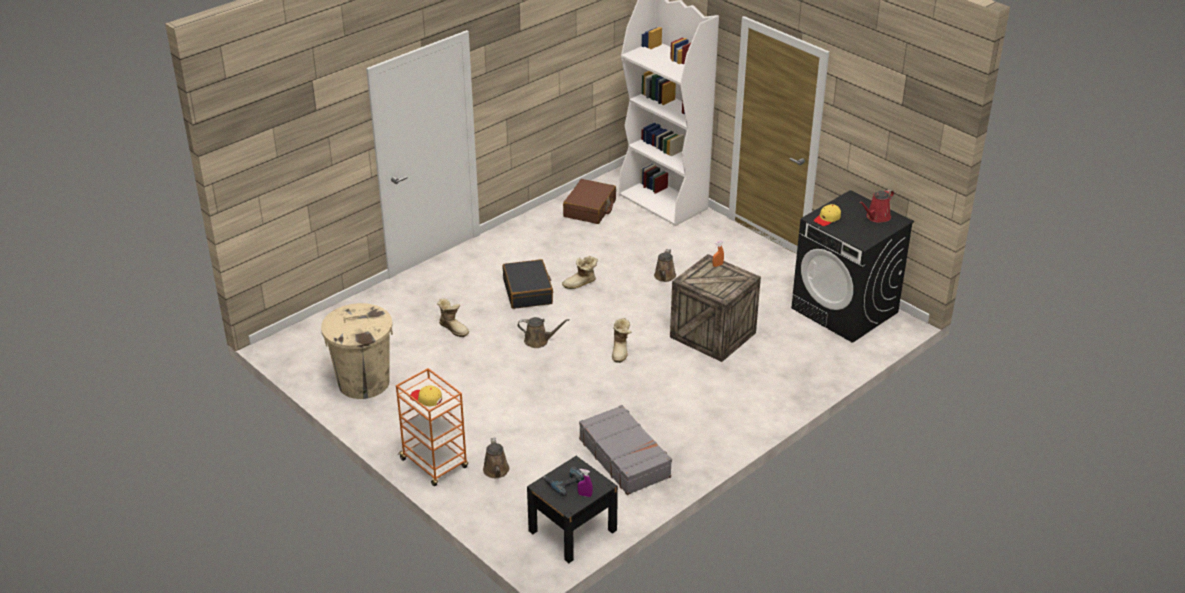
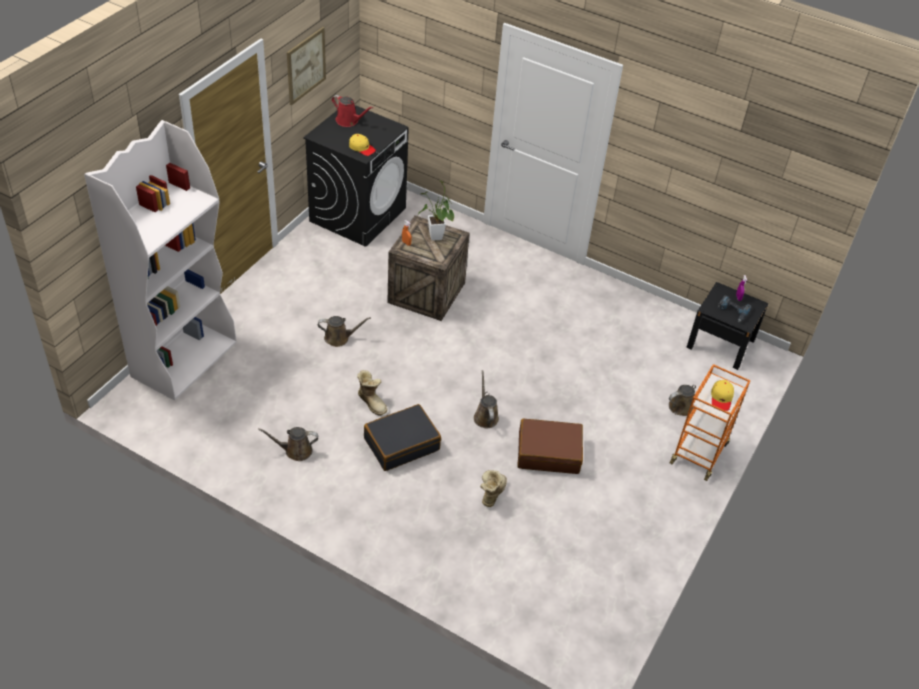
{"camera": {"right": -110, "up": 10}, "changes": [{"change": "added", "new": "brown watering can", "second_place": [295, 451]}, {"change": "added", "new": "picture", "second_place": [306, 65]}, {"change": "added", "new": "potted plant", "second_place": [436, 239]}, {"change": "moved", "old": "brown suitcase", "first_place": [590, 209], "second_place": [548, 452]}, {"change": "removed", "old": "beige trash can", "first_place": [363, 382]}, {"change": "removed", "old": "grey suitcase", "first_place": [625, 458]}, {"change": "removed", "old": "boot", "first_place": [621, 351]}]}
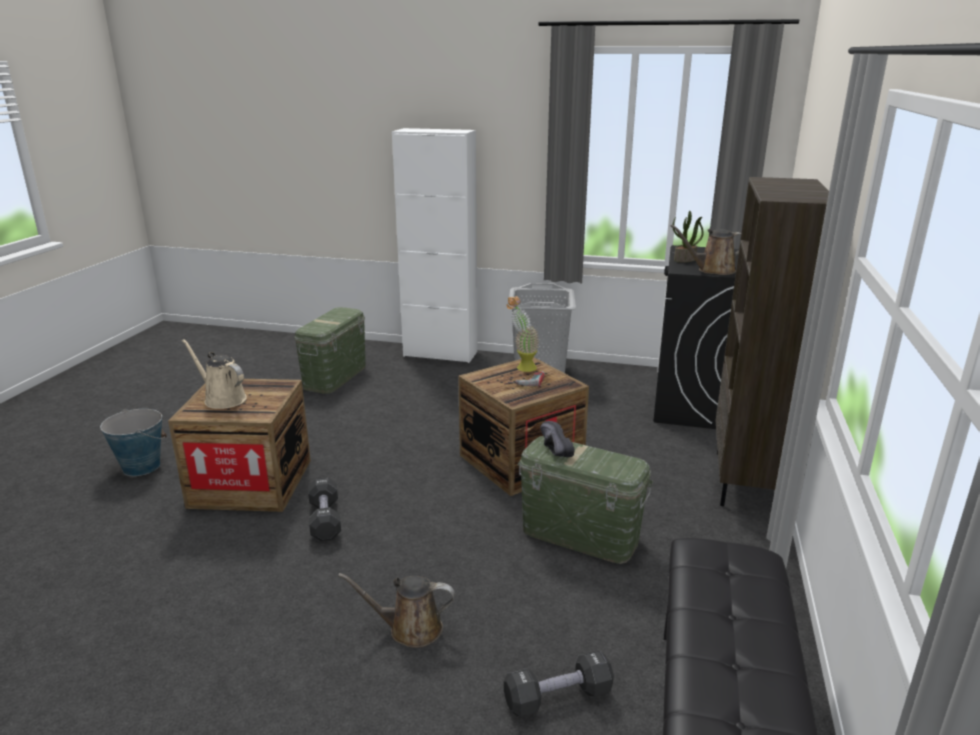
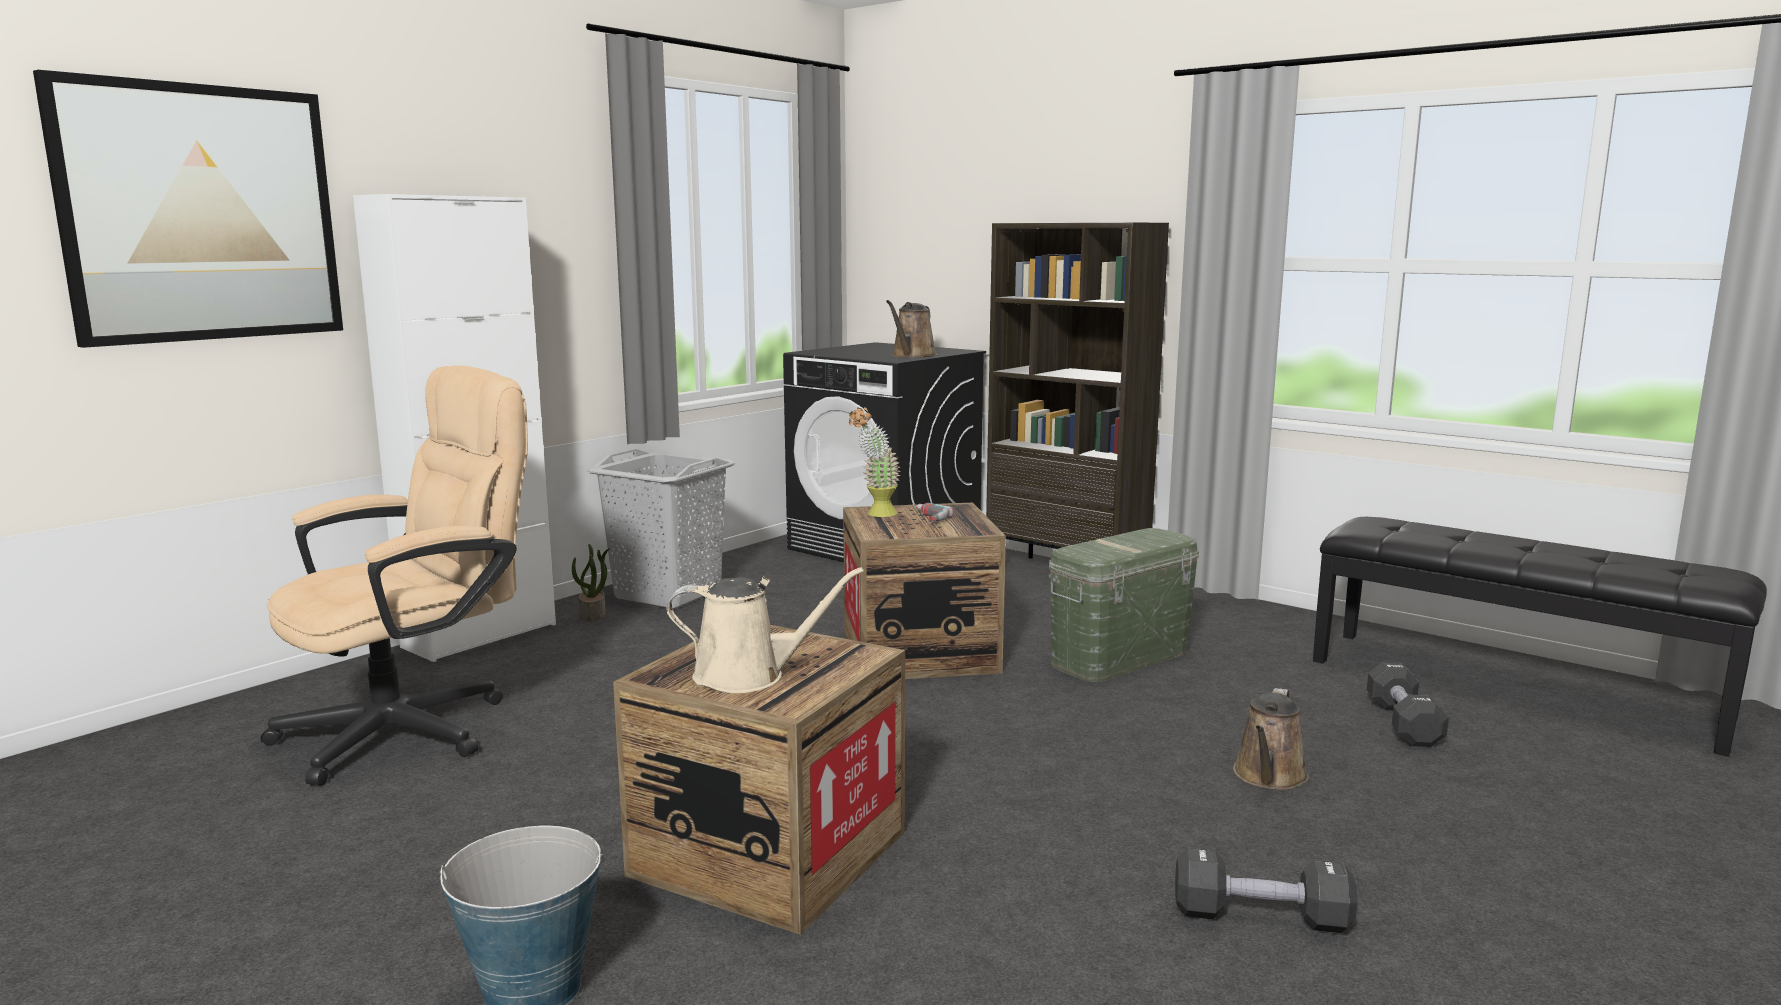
{"camera": {"right": -65, "up": -10}, "changes": [{"change": "added", "new": "picture", "second_place": [201, 214]}, {"change": "replaced", "old": "green storage box", "new": "beige office chair", "first_place": [335, 377], "second_place": [415, 727]}, {"change": "moved", "old": "potted plant", "first_place": [685, 260], "second_place": [593, 615]}, {"change": "turned", "old": "beige watering can", "first_place": [222, 399], "second_place": [748, 676], "degrees": -150}, {"change": "moved", "old": "black dumbbell", "first_place": [325, 520], "second_place": [1261, 917]}, {"change": "removed", "old": "black shoe", "first_place": [551, 448]}]}
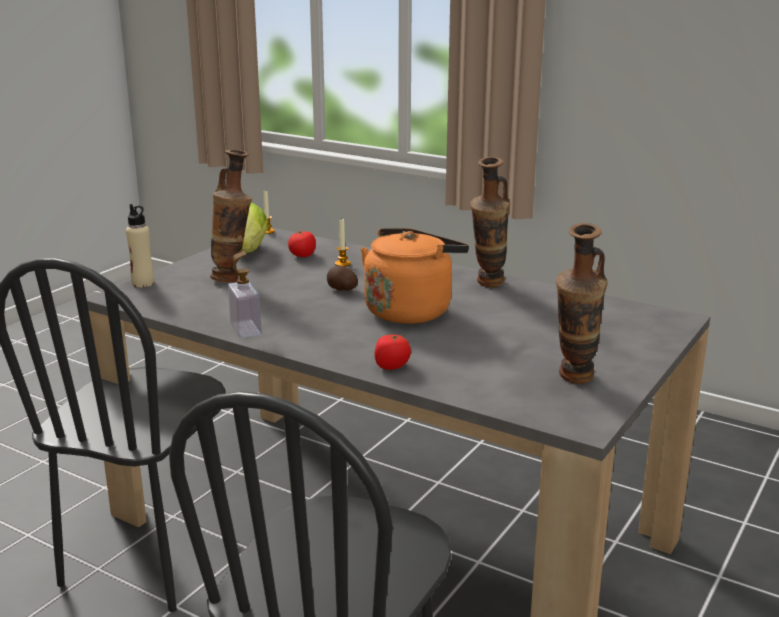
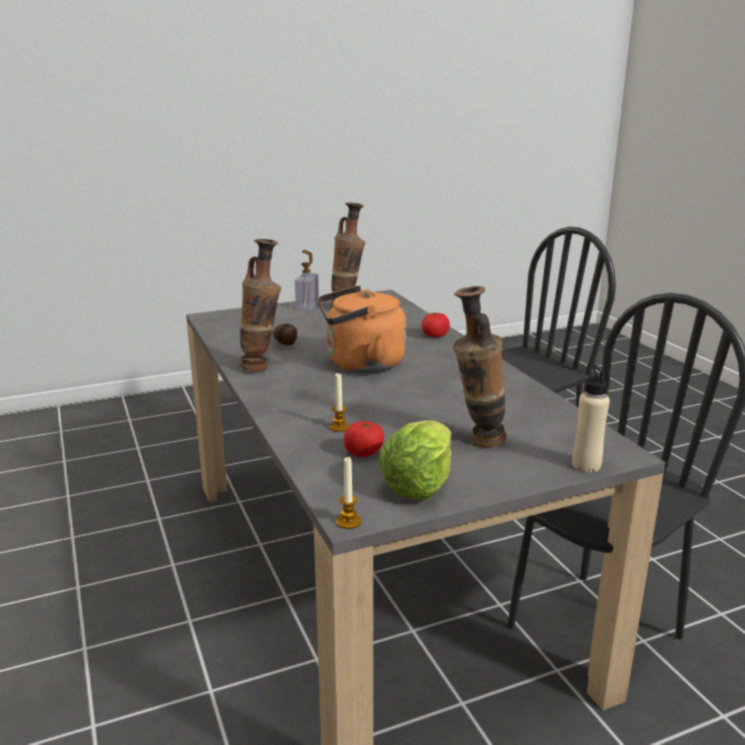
{"camera": {"right": -145, "up": 0}, "changes": [{"change": "moved", "old": "potato", "first_place": [341, 290], "second_place": [286, 344]}, {"change": "moved", "old": "soap dispenser", "first_place": [245, 329], "second_place": [307, 306]}]}
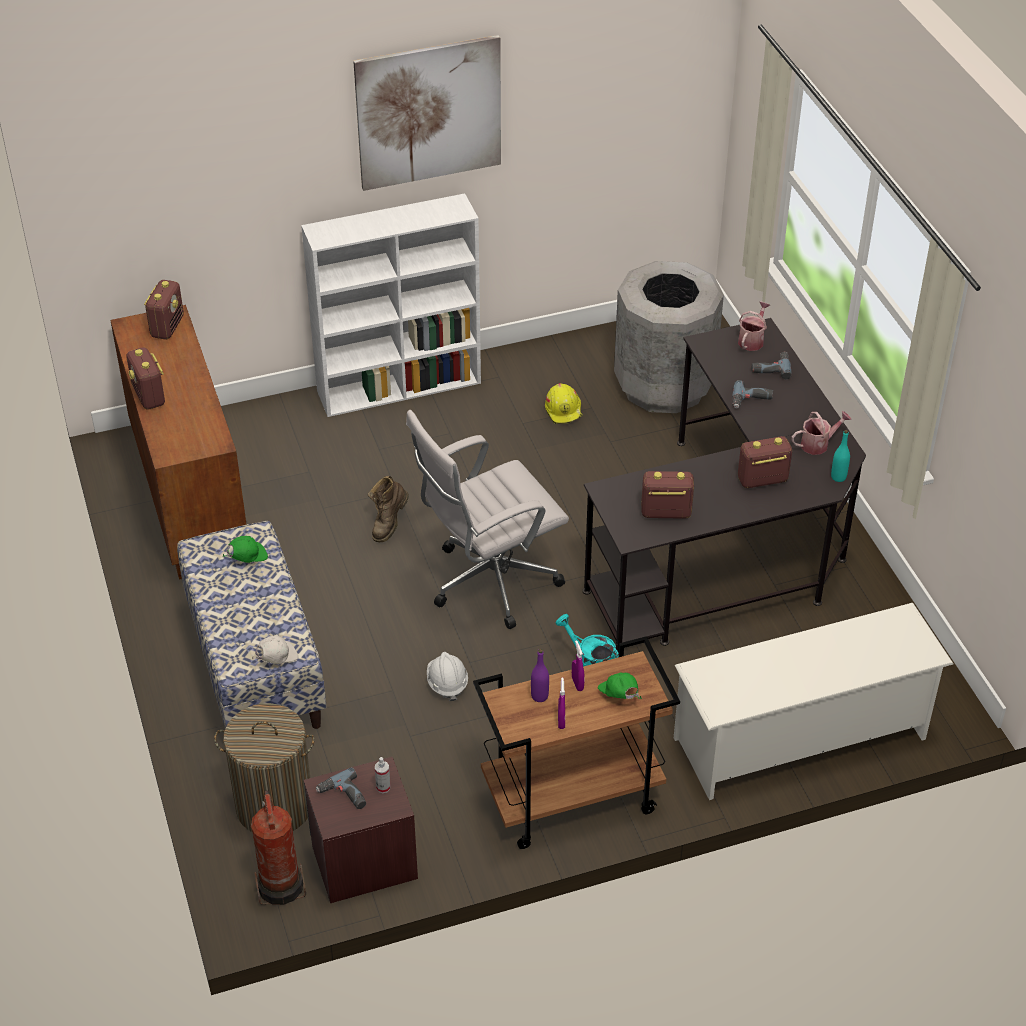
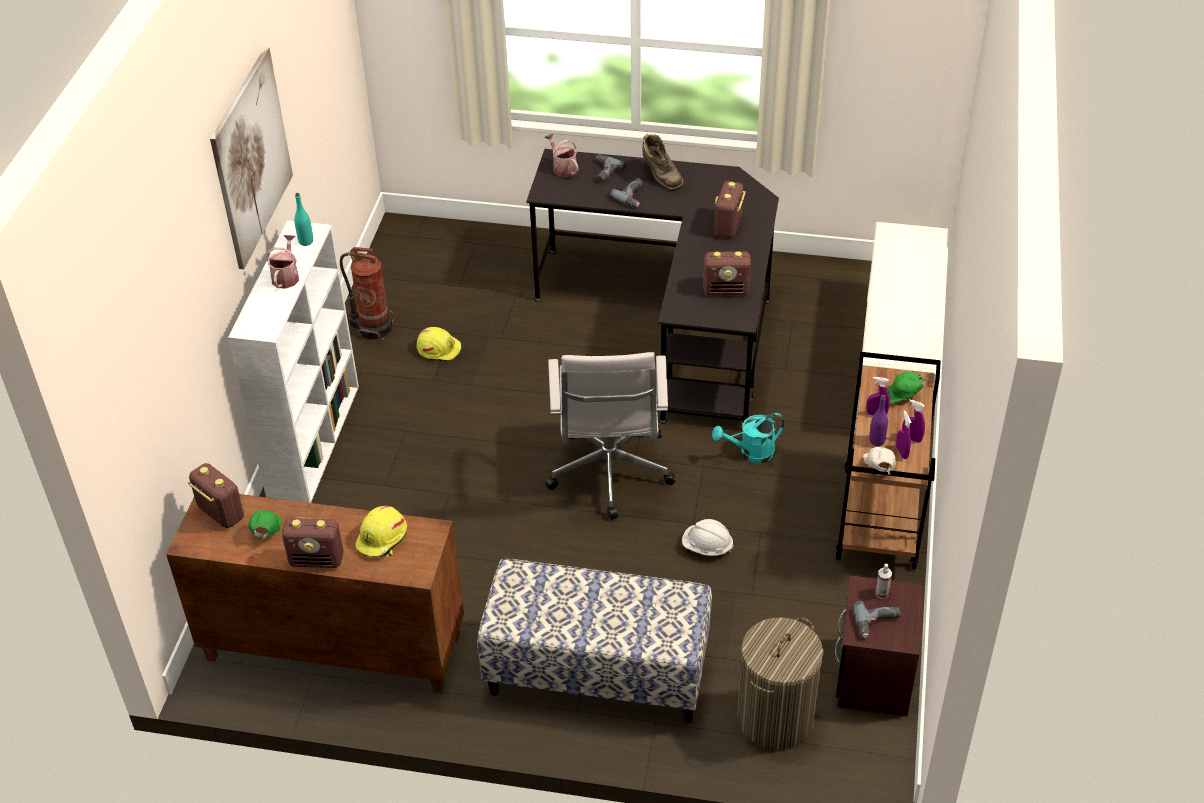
{"camera": {"right": -60, "up": 0}, "changes": [{"change": "moved", "old": "green cap", "first_place": [247, 558], "second_place": [266, 532]}, {"change": "moved", "old": "watering can", "first_place": [818, 444], "second_place": [286, 276]}, {"change": "moved", "old": "turquoise bottle", "first_place": [838, 477], "second_place": [306, 241]}, {"change": "moved", "old": "fire extinguisher", "first_place": [281, 884], "second_place": [373, 328]}, {"change": "added", "new": "yellow hard hat", "second_place": [382, 539]}, {"change": "moved", "old": "brown boot", "first_place": [389, 524], "second_place": [660, 177]}, {"change": "turned", "old": "radio", "first_place": [665, 513], "second_place": [726, 290], "degrees": -120}, {"change": "moved", "old": "white cap", "first_place": [276, 658], "second_place": [878, 468]}, {"change": "added", "new": "purple spray bottle", "second_place": [902, 452]}, {"change": "removed", "old": "grey trash can", "first_place": [664, 386]}]}
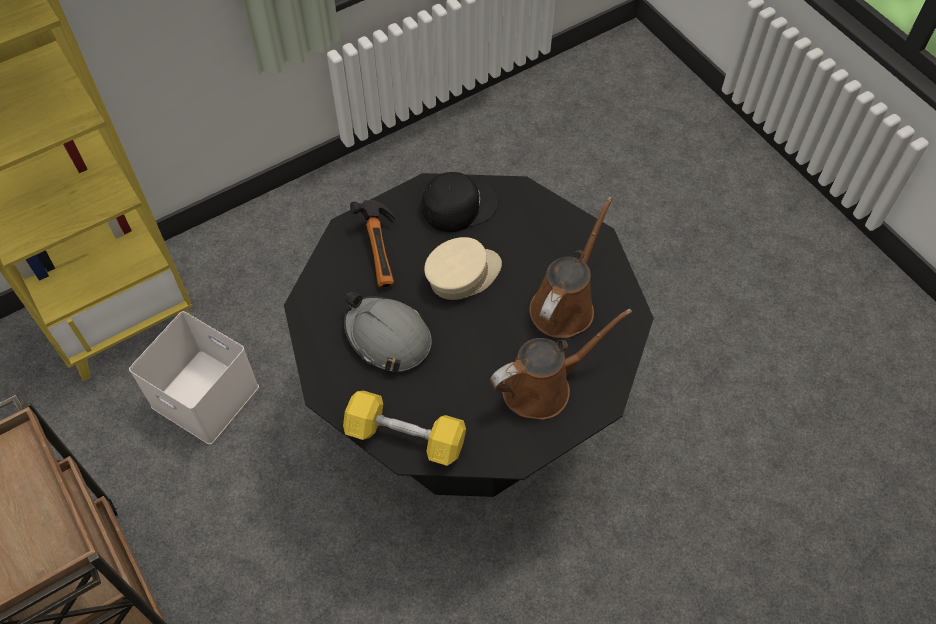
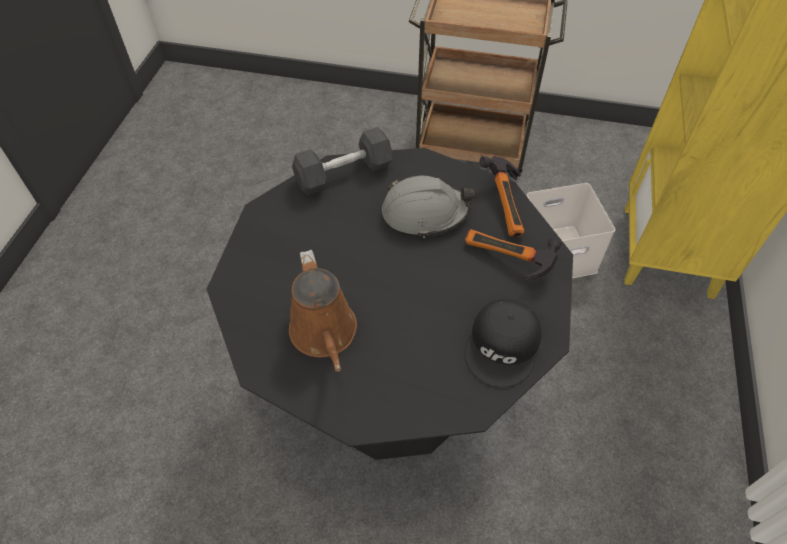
{"camera": {"right": 135, "up": -5}, "changes": [{"change": "recoloured", "old": "yellow dumbbell", "new": "grey dumbbell", "first_place": [405, 436], "second_place": [343, 173]}, {"change": "added", "new": "hammer", "second_place": [508, 205]}, {"change": "removed", "old": "beige cap", "first_place": [462, 275]}, {"change": "removed", "old": "brown watering can", "first_place": [543, 386]}]}
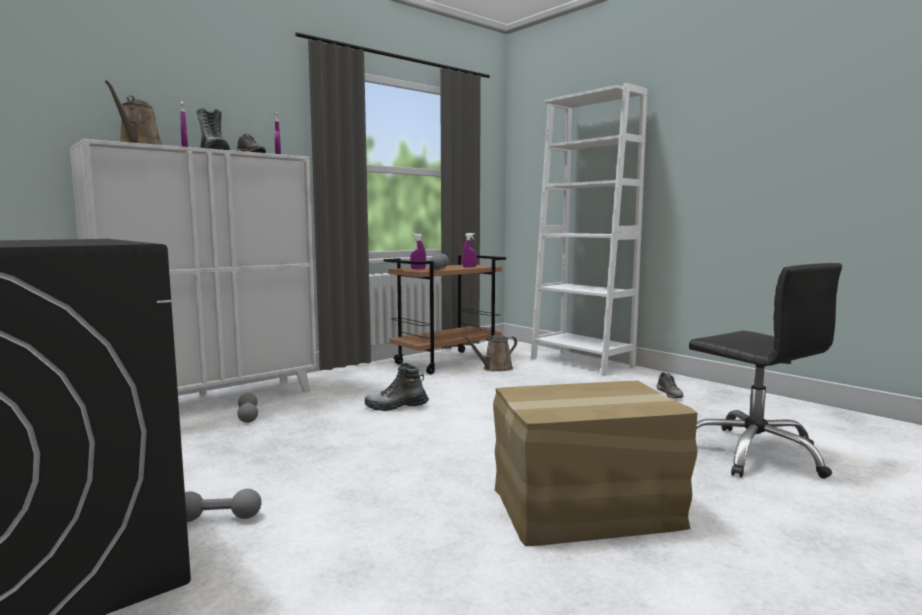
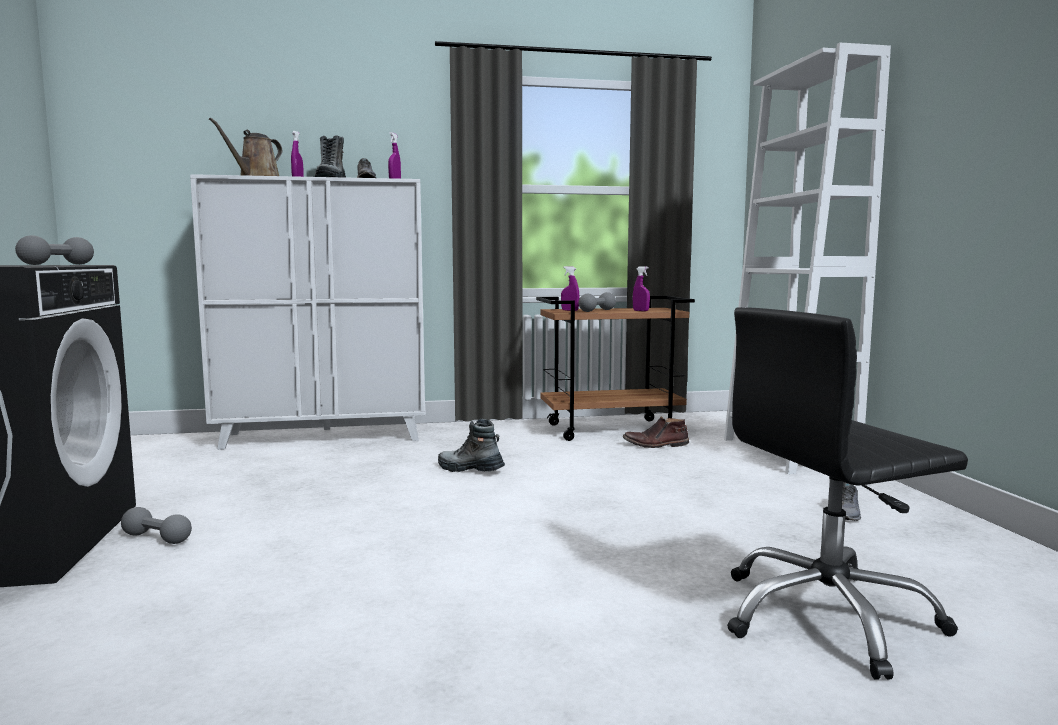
{"camera": {"right": 30, "up": 0}, "changes": [{"change": "moved", "old": "grey dumbbell", "first_place": [248, 416], "second_place": [57, 264]}, {"change": "replaced", "old": "brown watering can", "new": "brown boot", "first_place": [495, 368], "second_place": [656, 445]}, {"change": "turned", "old": "black office chair", "first_place": [754, 454], "second_place": [827, 617], "degrees": 75}, {"change": "removed", "old": "cardboard box", "first_place": [586, 509]}]}
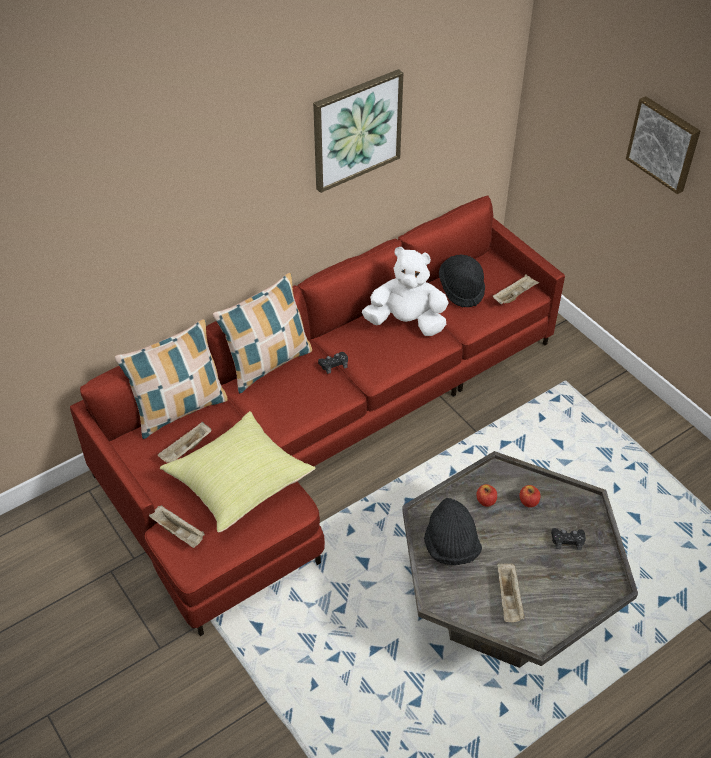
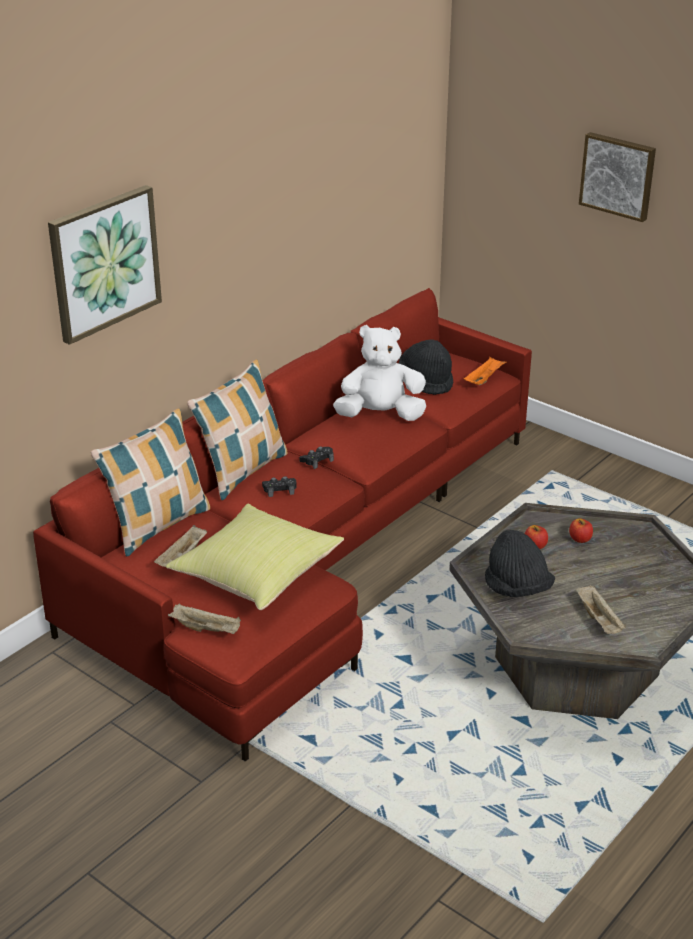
{"camera": {"right": -15, "up": -15}, "changes": [{"change": "moved", "old": "picture", "first_place": [356, 130], "second_place": [104, 263]}, {"change": "moved", "old": "black game controller", "first_place": [567, 540], "second_place": [279, 490]}, {"change": "recoloured", "old": "beige tray", "new": "orange tray", "first_place": [514, 296], "second_place": [484, 379]}]}
